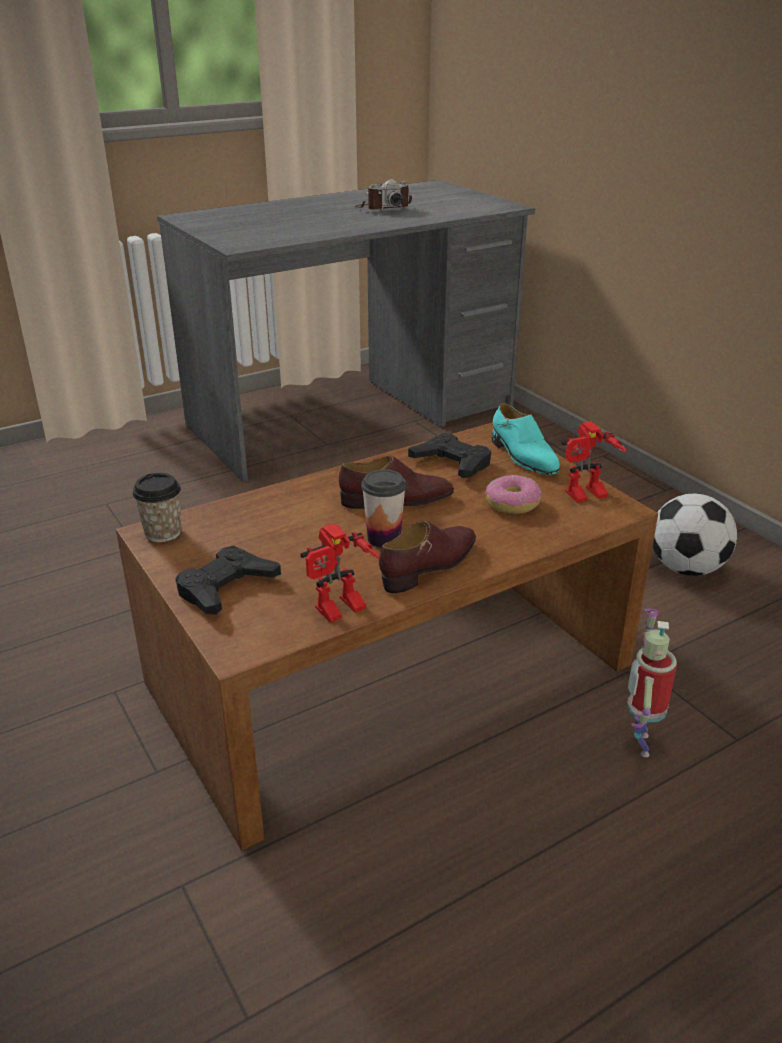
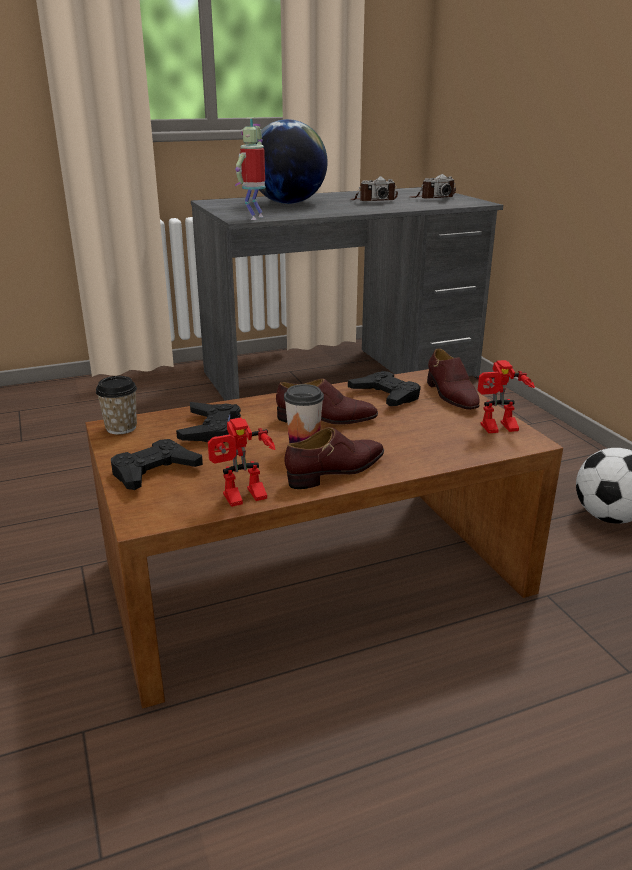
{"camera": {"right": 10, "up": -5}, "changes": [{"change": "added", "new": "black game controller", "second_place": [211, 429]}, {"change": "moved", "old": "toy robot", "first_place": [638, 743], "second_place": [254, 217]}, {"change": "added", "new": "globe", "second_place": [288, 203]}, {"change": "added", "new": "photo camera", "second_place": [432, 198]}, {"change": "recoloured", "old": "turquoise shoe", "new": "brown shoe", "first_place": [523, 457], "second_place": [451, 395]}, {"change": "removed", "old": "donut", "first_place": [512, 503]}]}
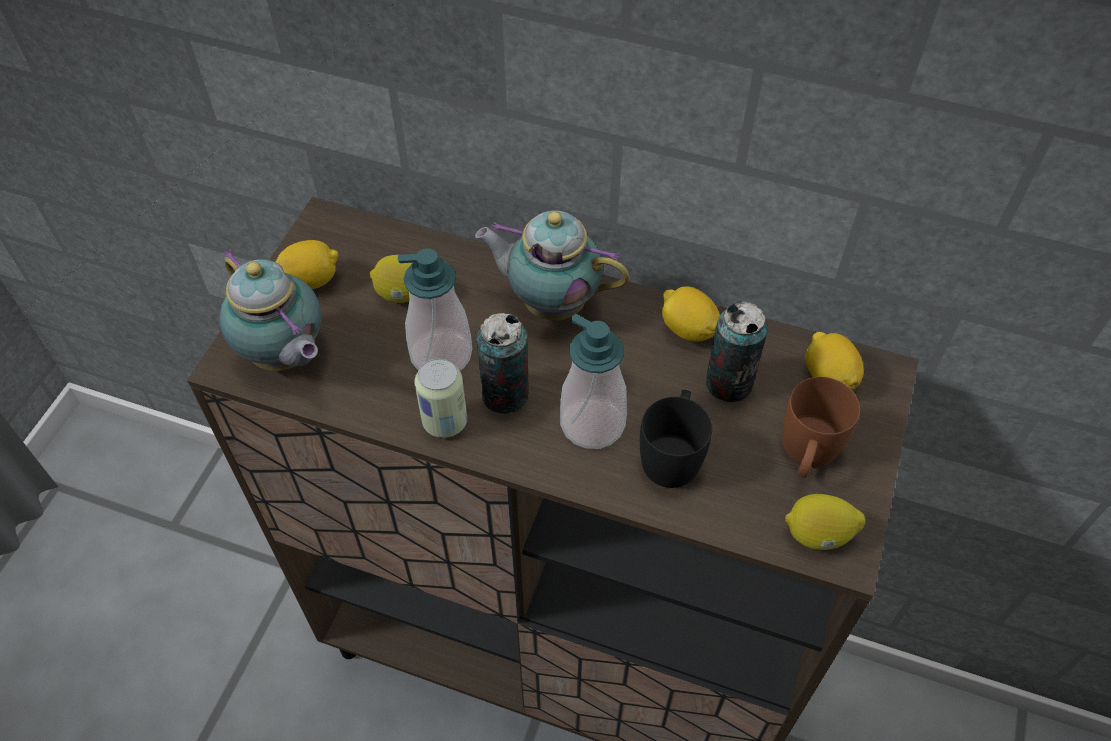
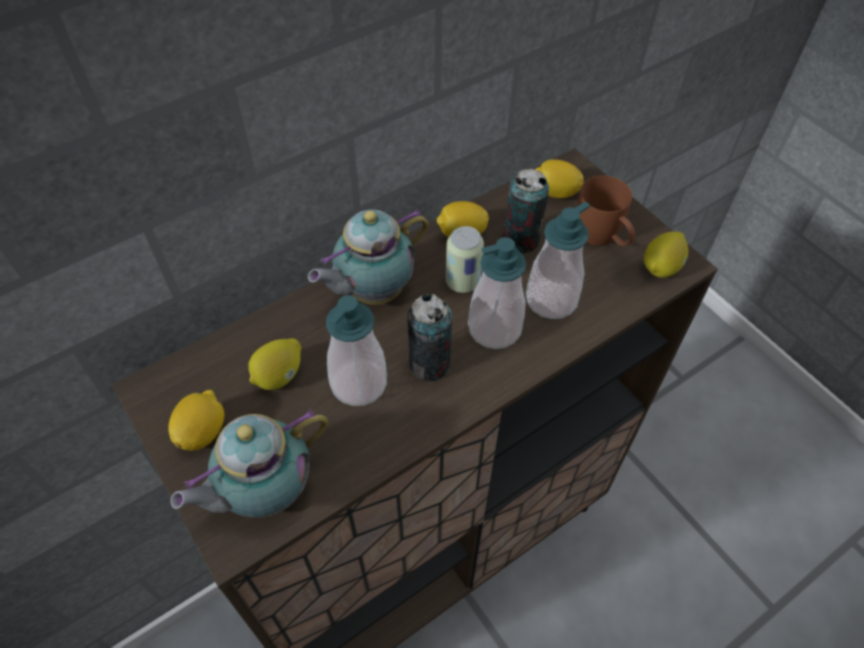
{"camera": {"right": -55, "up": 0}, "changes": [{"change": "turned", "old": "teapot", "first_place": [285, 357], "second_place": [264, 493], "degrees": 150}, {"change": "moved", "old": "can", "first_place": [445, 422], "second_place": [462, 281]}, {"change": "replaced", "old": "black mug", "new": "soap dispenser", "first_place": [673, 452], "second_place": [551, 300]}]}
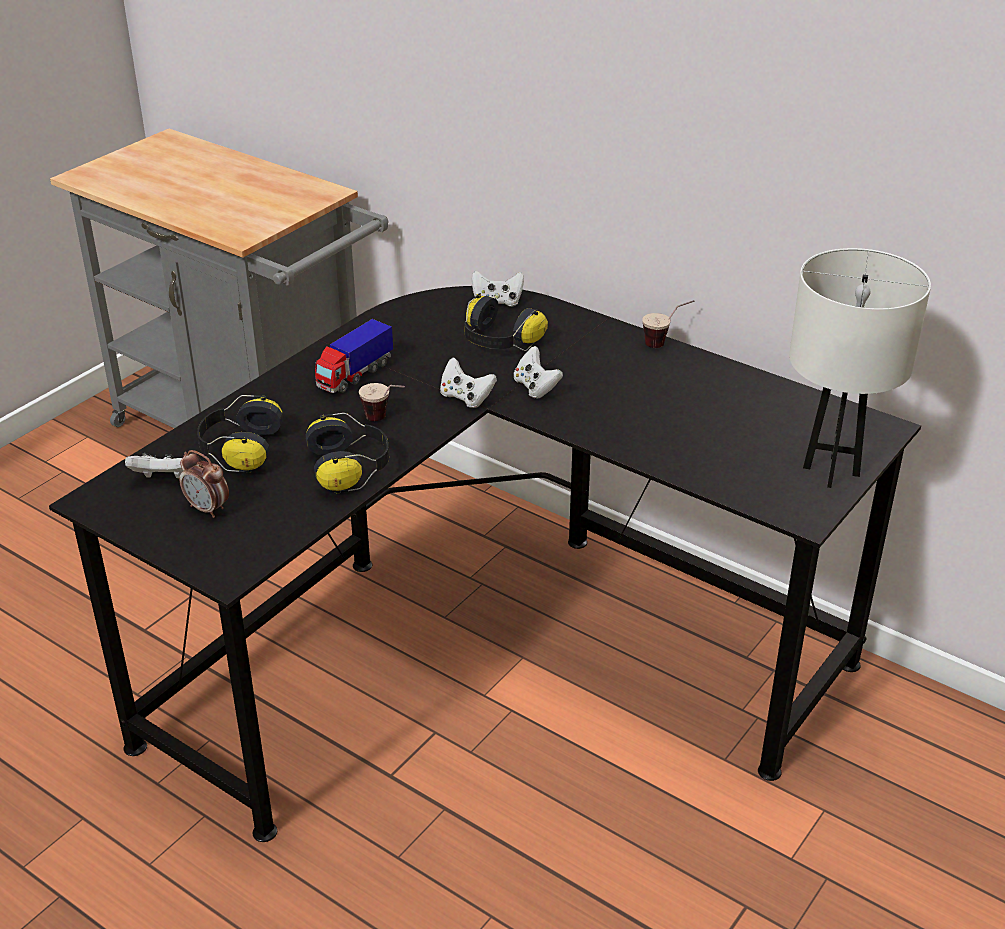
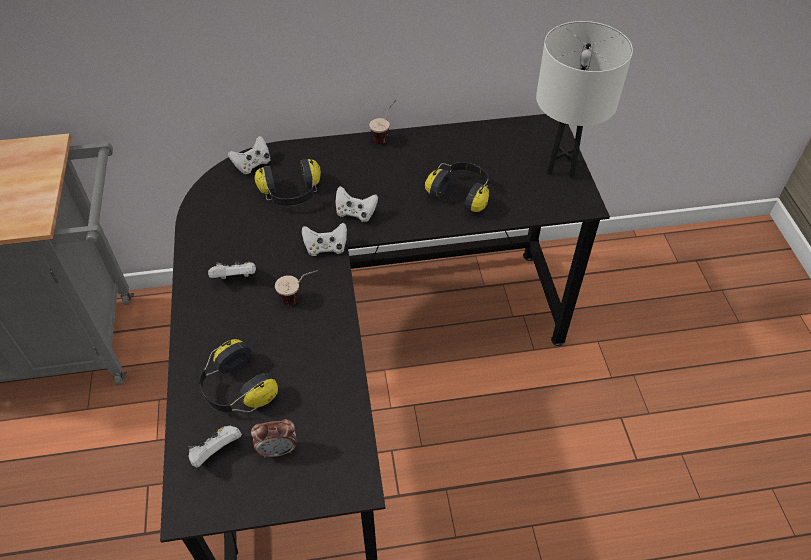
{"camera": {"right": -45, "up": 15}, "changes": [{"change": "replaced", "old": "toy truck", "new": "white game controller", "first_place": [354, 375], "second_place": [235, 278]}, {"change": "moved", "old": "headphones", "first_place": [350, 468], "second_place": [461, 194]}]}
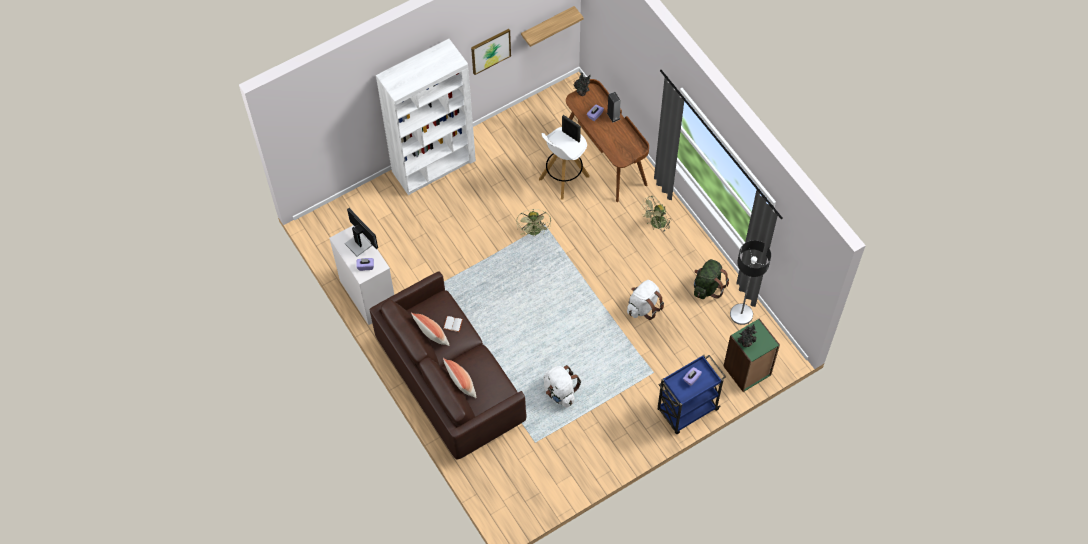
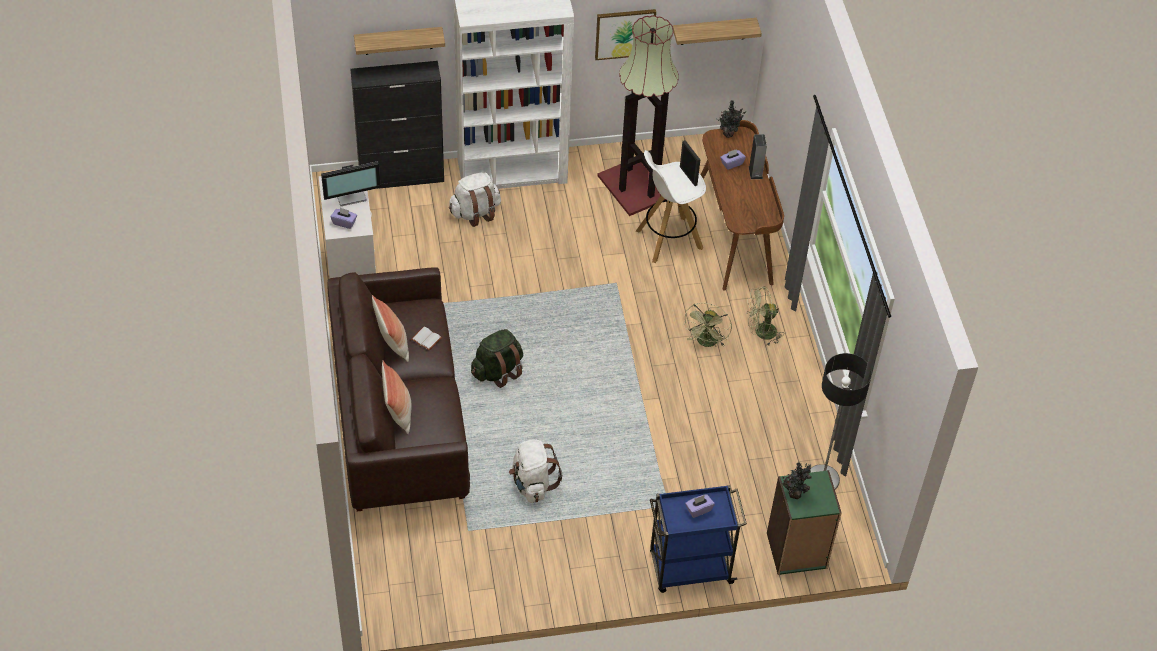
{"camera": {"right": 20, "up": -10}, "changes": [{"change": "turned", "old": "monitor", "first_place": [359, 243], "second_place": [351, 195], "degrees": 90}, {"change": "added", "new": "black cabinet", "second_place": [402, 176]}, {"change": "added", "new": "shelf", "second_place": [398, 40]}, {"change": "moved", "old": "white backpack", "first_place": [643, 306], "second_place": [475, 212]}, {"change": "moved", "old": "green backpack", "first_place": [707, 286], "second_place": [497, 371]}, {"change": "added", "new": "floor lamp", "second_place": [640, 183]}, {"change": "moved", "old": "green fan", "first_place": [534, 232], "second_place": [706, 343]}]}
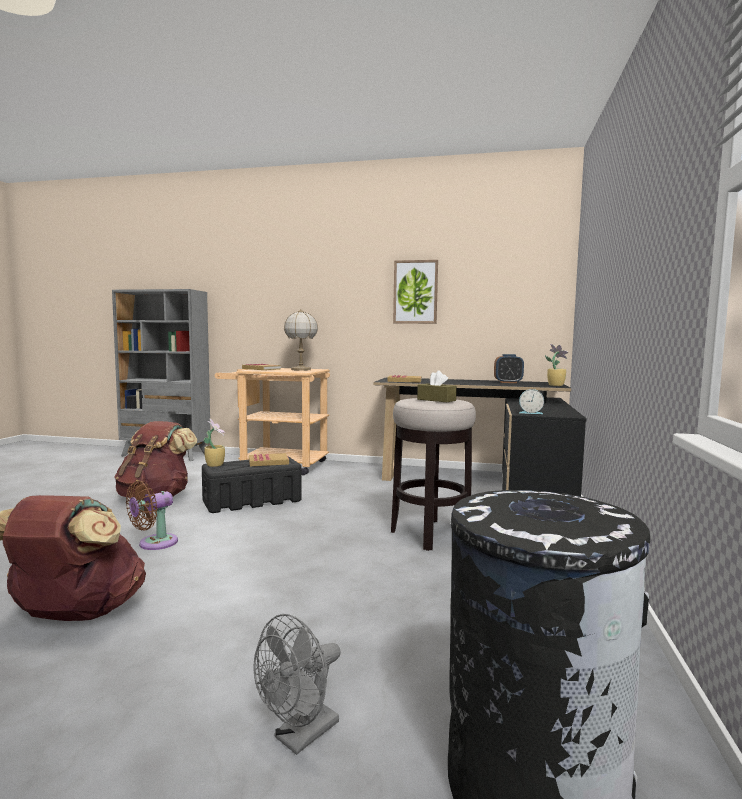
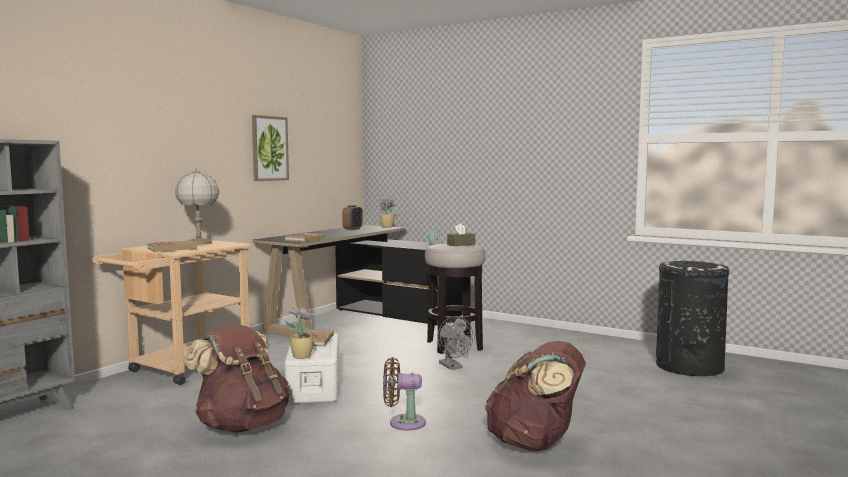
{"camera": {"right": -70, "up": 0}, "changes": [{"change": "recoloured", "old": "black storage box", "new": "white storage box", "first_place": [251, 501], "second_place": [314, 386]}, {"change": "turned", "old": "brown fan", "first_place": [154, 544], "second_place": [403, 423], "degrees": 120}, {"change": "moved", "old": "grey fan", "first_place": [300, 737], "second_place": [453, 367]}]}
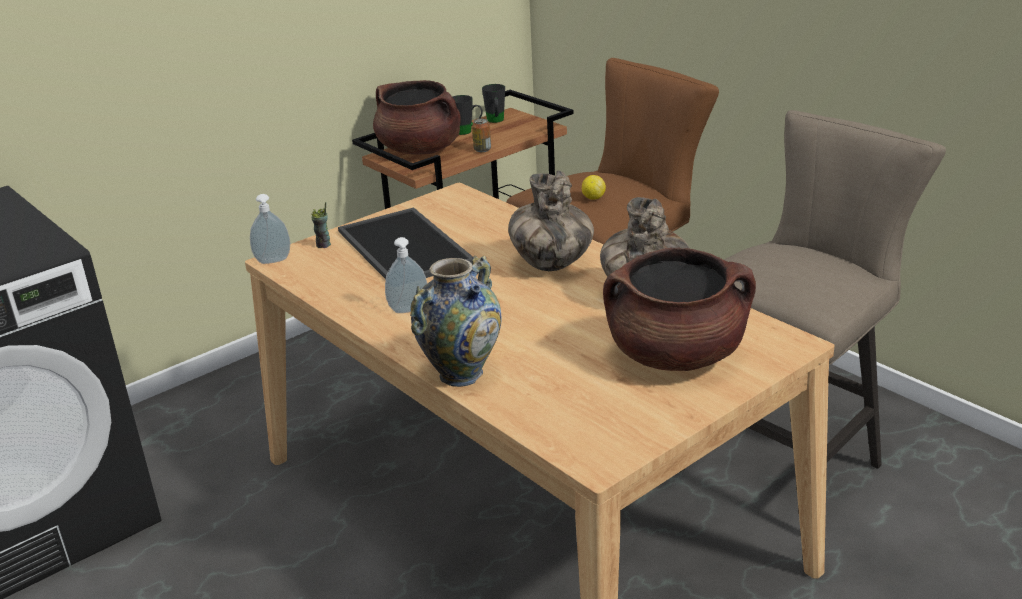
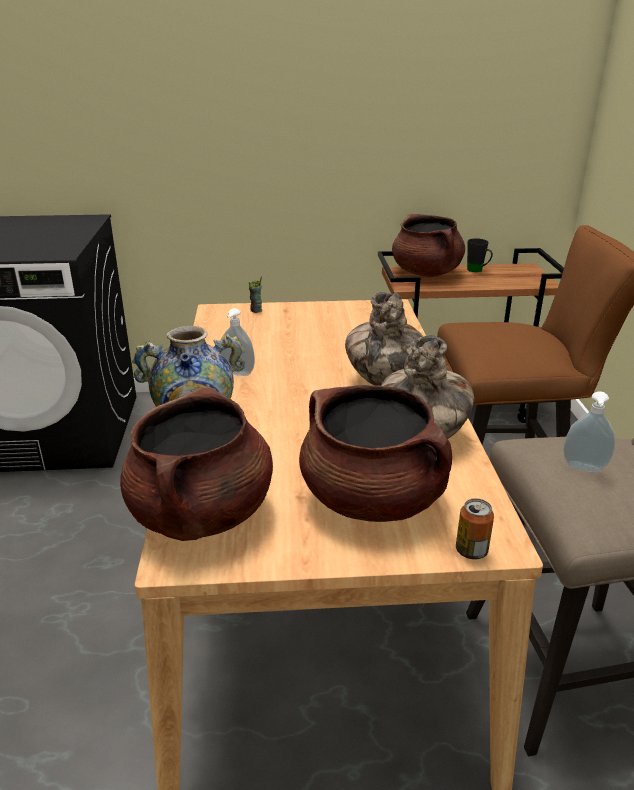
{"camera": {"right": 35, "up": 0}, "changes": [{"change": "added", "new": "brown cooking pot", "second_place": [202, 514]}, {"change": "moved", "old": "can", "first_place": [482, 150], "second_place": [471, 551]}, {"change": "moved", "old": "soap dispenser", "first_place": [273, 261], "second_place": [584, 469]}, {"change": "removed", "old": "tray", "first_place": [407, 247]}, {"change": "removed", "old": "black mug", "first_place": [496, 121]}, {"change": "removed", "old": "lemon", "first_place": [593, 198]}]}
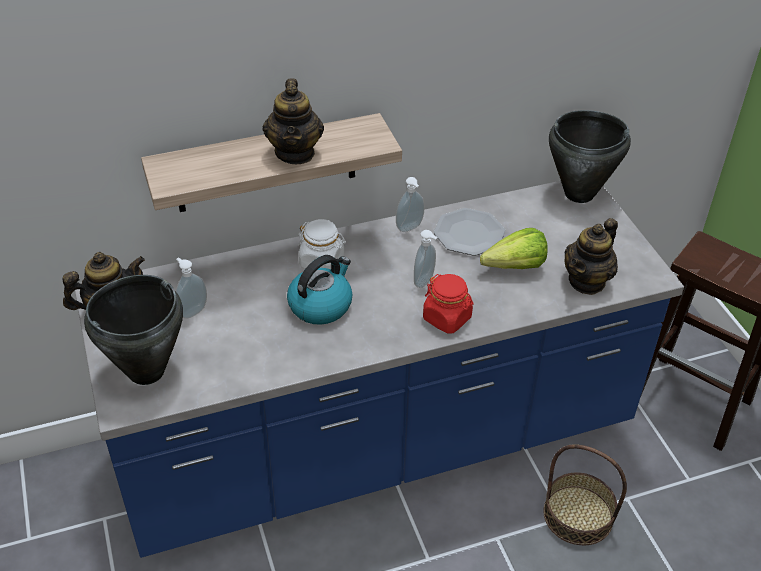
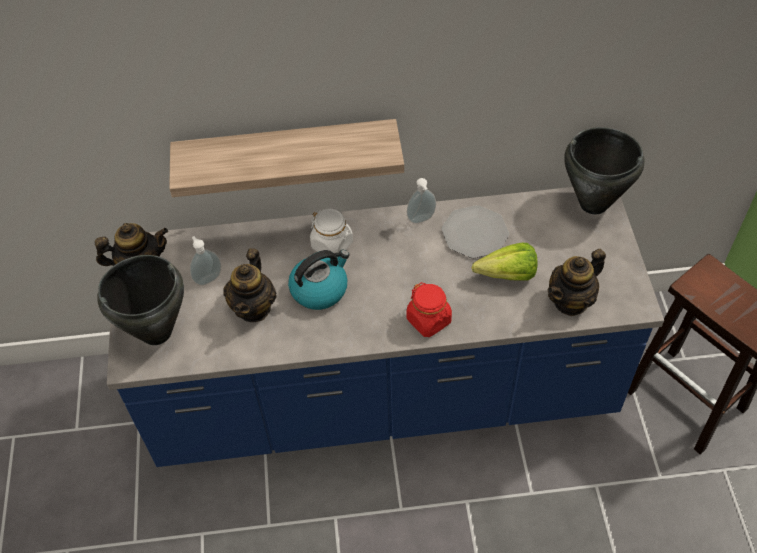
{"camera": {"right": 15, "up": 10}, "changes": [{"change": "moved", "old": "teapot", "first_place": [295, 152], "second_place": [254, 307]}, {"change": "removed", "old": "soap dispenser", "first_place": [425, 282]}, {"change": "removed", "old": "basket", "first_place": [578, 515]}]}
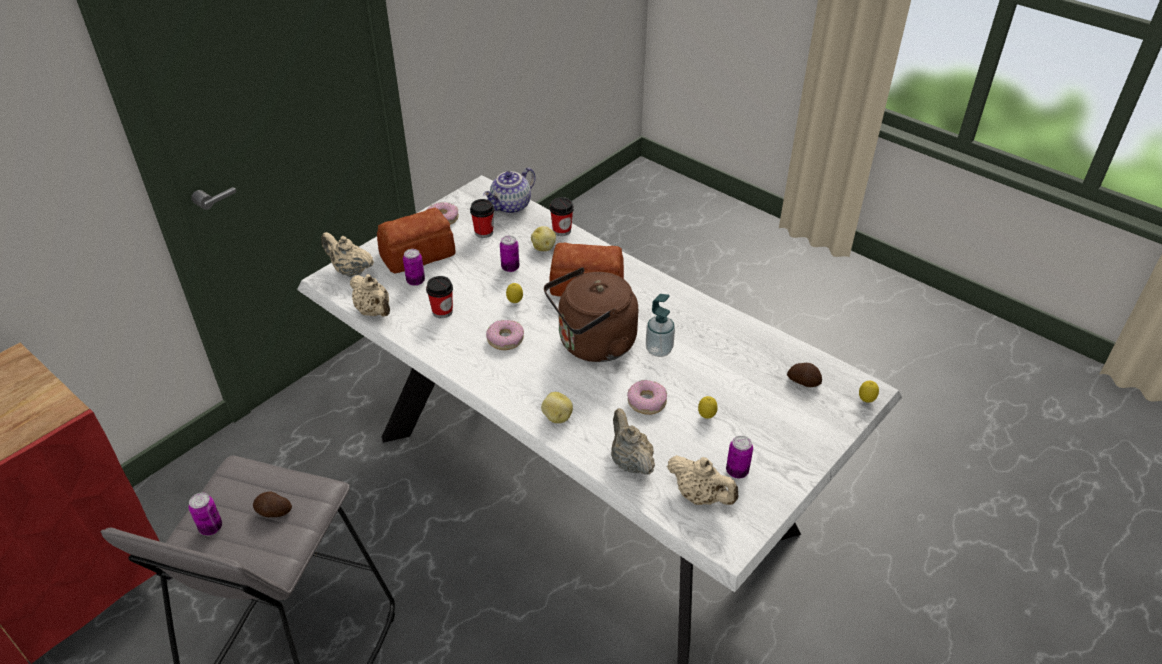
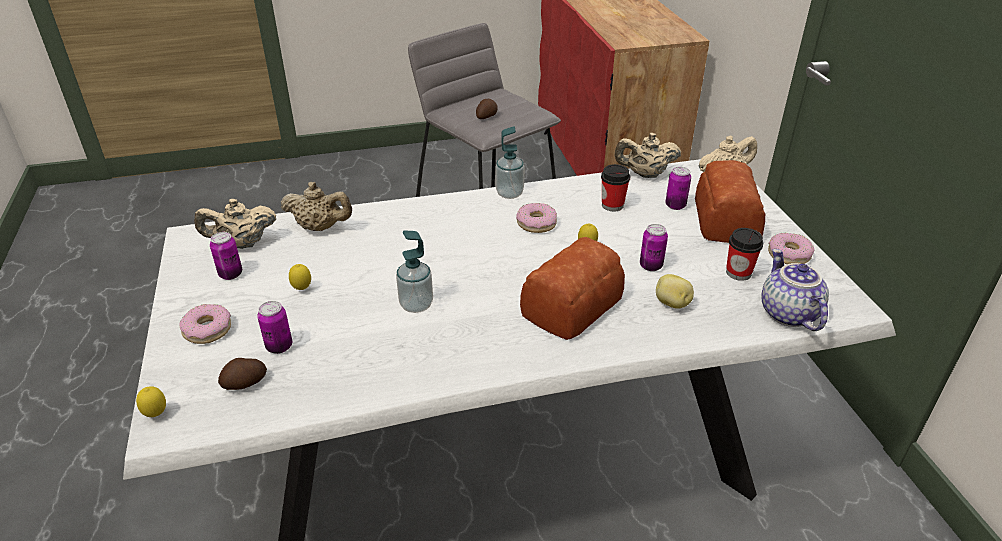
{"camera": {"right": 125, "up": -5}, "changes": [{"change": "moved", "old": "donut", "first_place": [647, 402], "second_place": [207, 330]}, {"change": "moved", "old": "can", "first_place": [211, 527], "second_place": [279, 346]}, {"change": "added", "new": "soap dispenser", "second_place": [509, 193]}, {"change": "removed", "old": "potato", "first_place": [557, 417]}, {"change": "removed", "old": "brown kettle", "first_place": [592, 345]}, {"change": "removed", "old": "cup", "first_place": [562, 230]}]}
